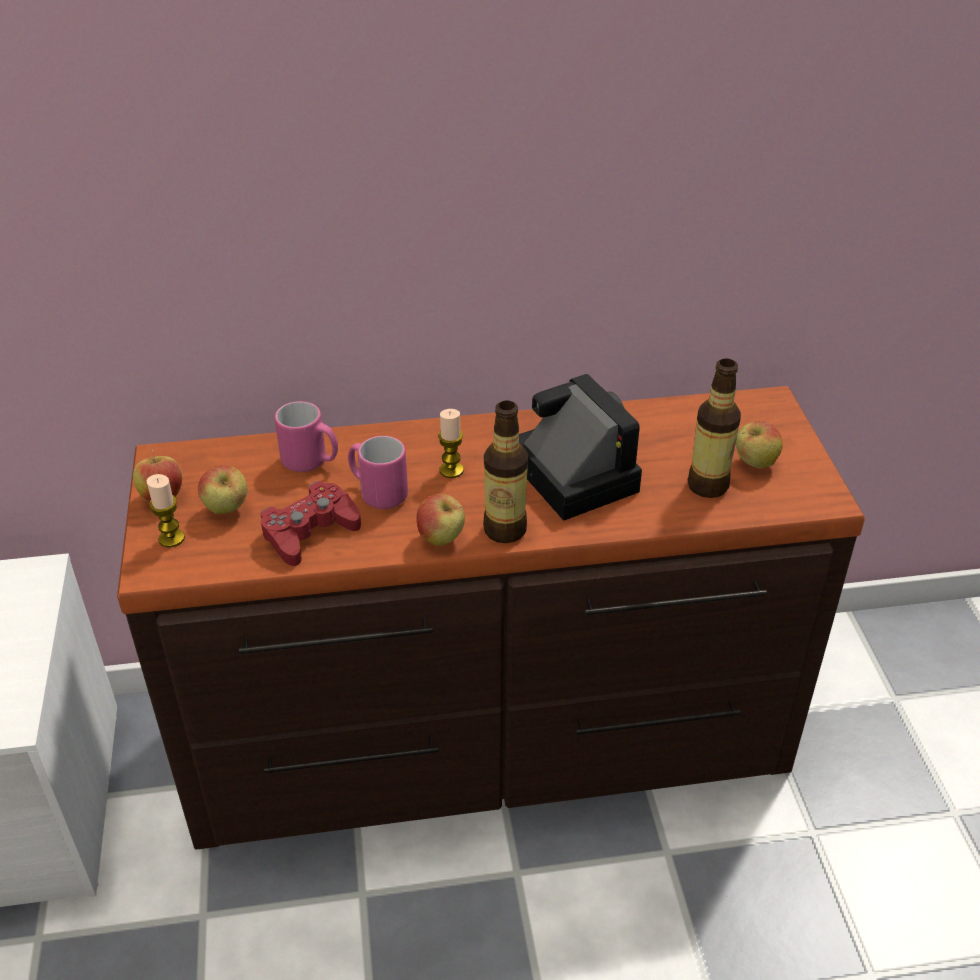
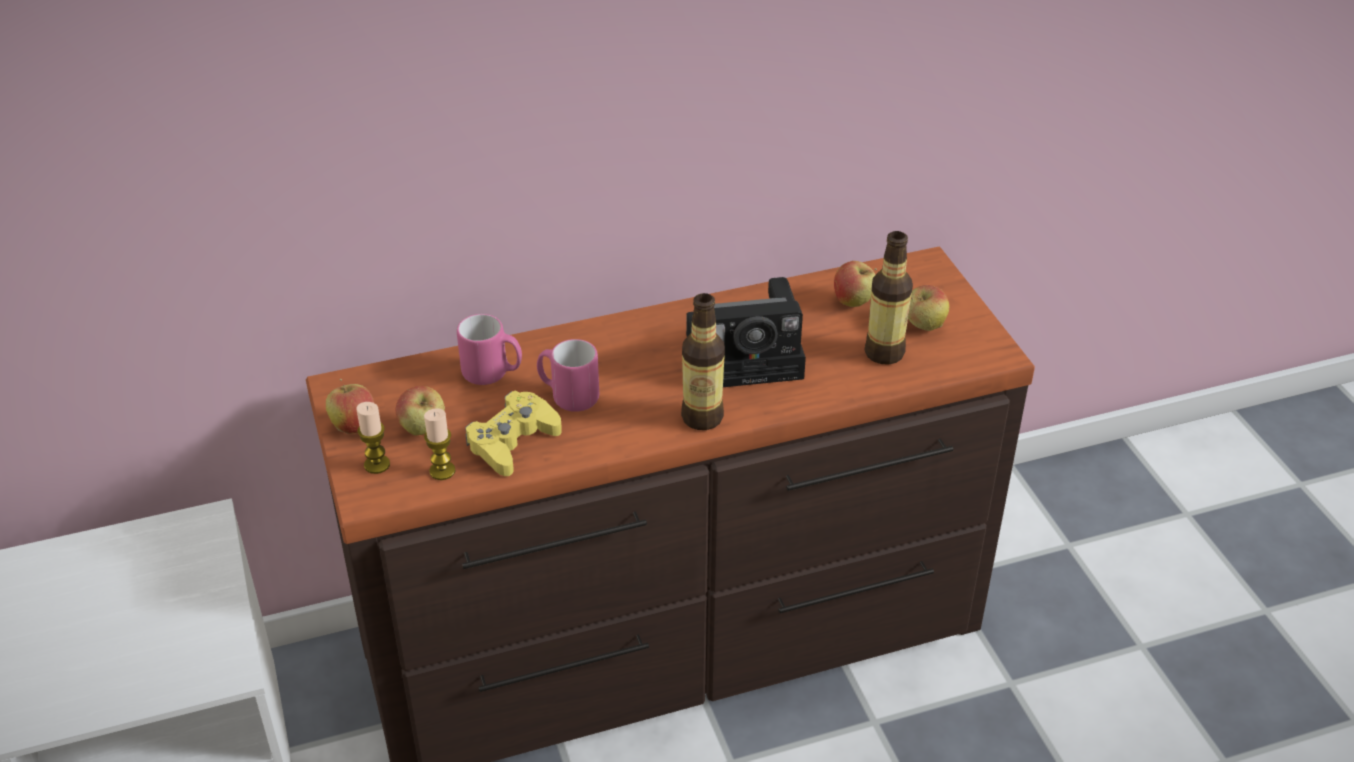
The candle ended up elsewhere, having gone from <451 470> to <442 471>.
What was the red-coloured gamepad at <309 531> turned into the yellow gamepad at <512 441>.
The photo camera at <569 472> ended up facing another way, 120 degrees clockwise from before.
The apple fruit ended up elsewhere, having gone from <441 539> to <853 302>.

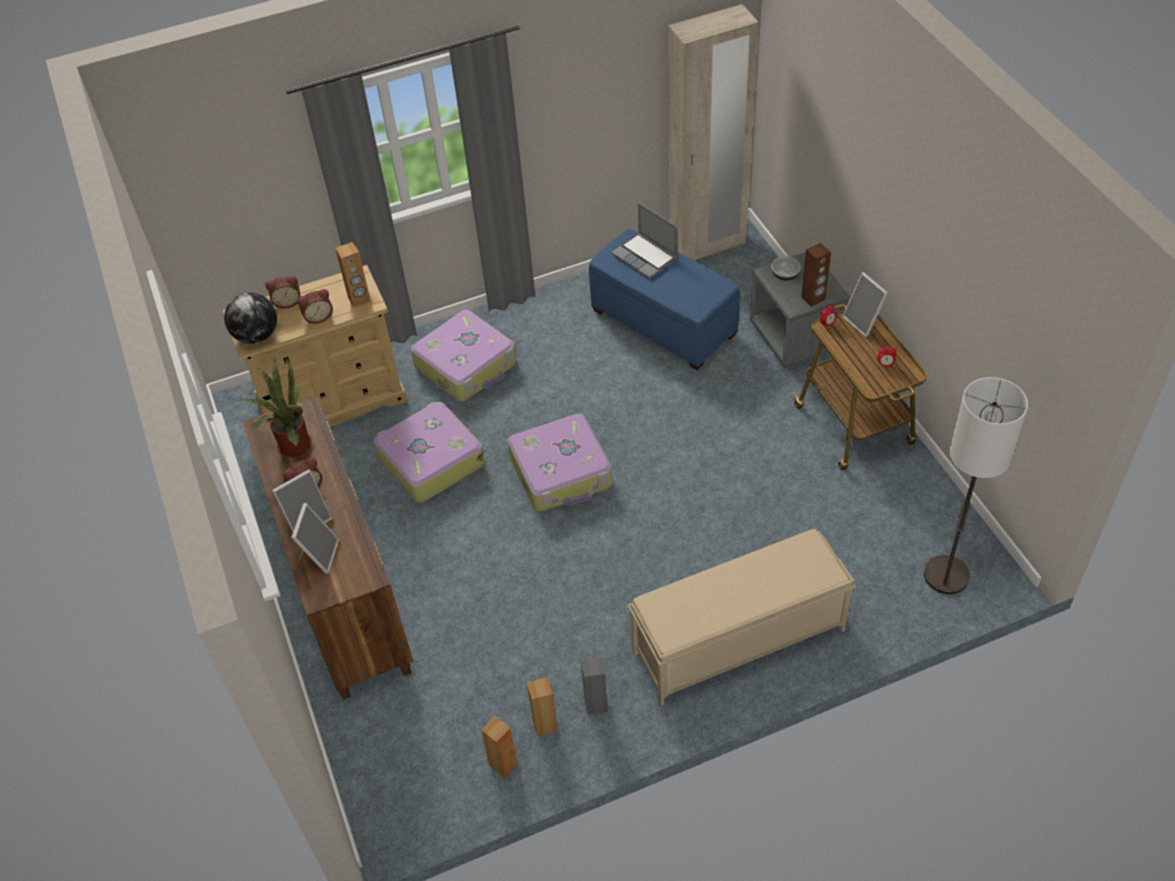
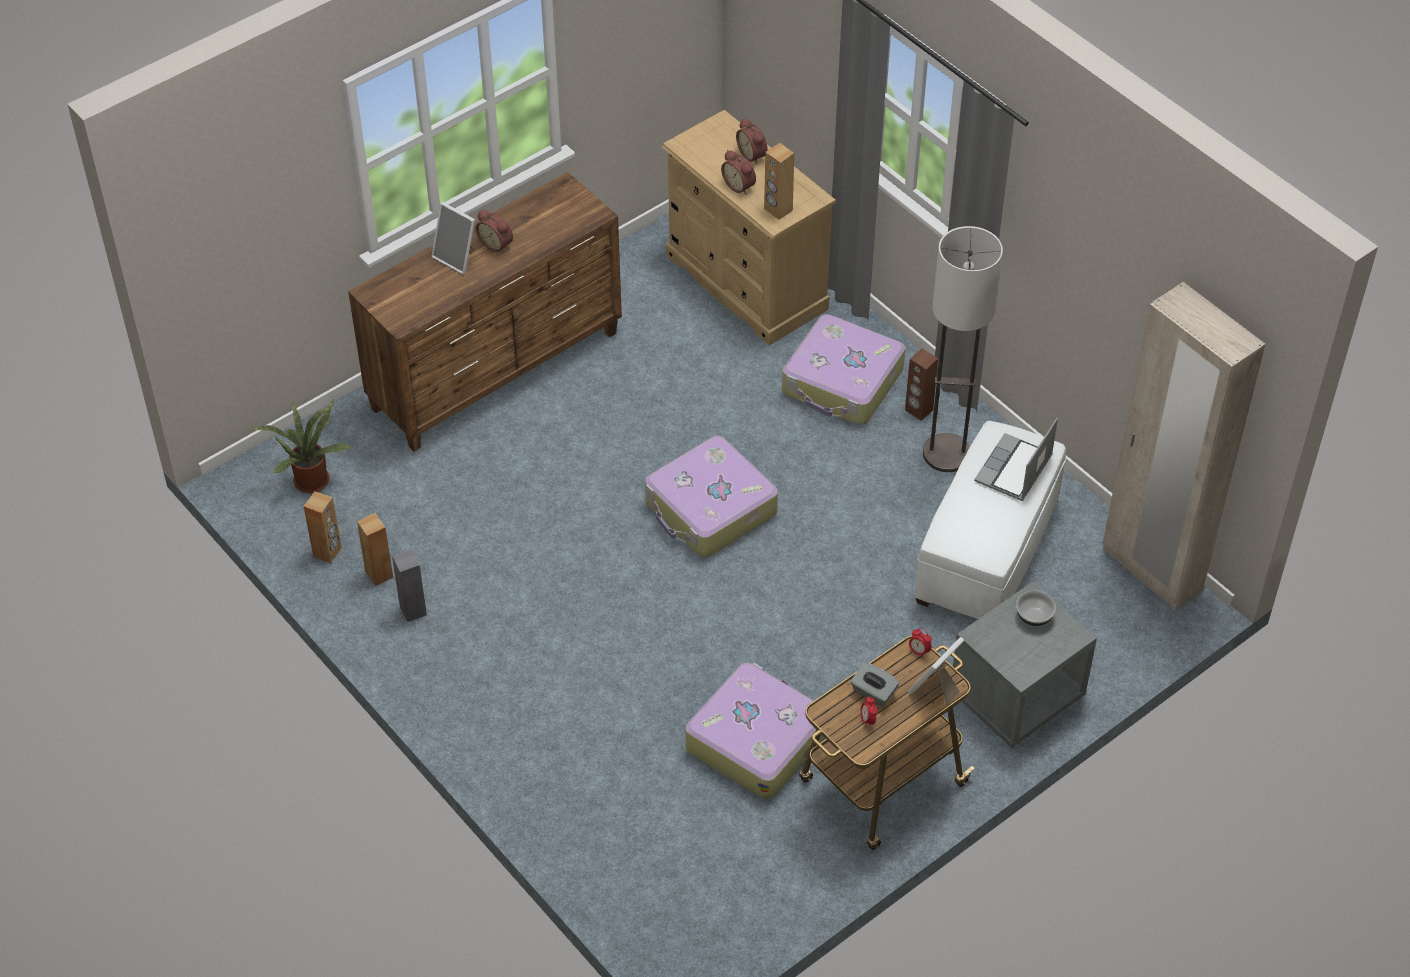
The potted plant ended up elsewhere, having gone from <291 445> to <311 478>.
The piece of luggage ended up elsewhere, having gone from <430 460> to <756 740>.
The second view gained the greyish tissue holder at <873 693>.
The brown speaker ended up elsewhere, having gone from <813 298> to <918 410>.
What was the blue-coloured footrest at <664 323> turned into the white-coloured footrest at <987 554>.
The standard lamp ended up elsewhere, having gone from <946 576> to <946 454>.
The second view lost the globe at <257 336>.
The second view lost the standing frame at <319 555>.
The second view lost the beige-coloured long seat at <737 641>.

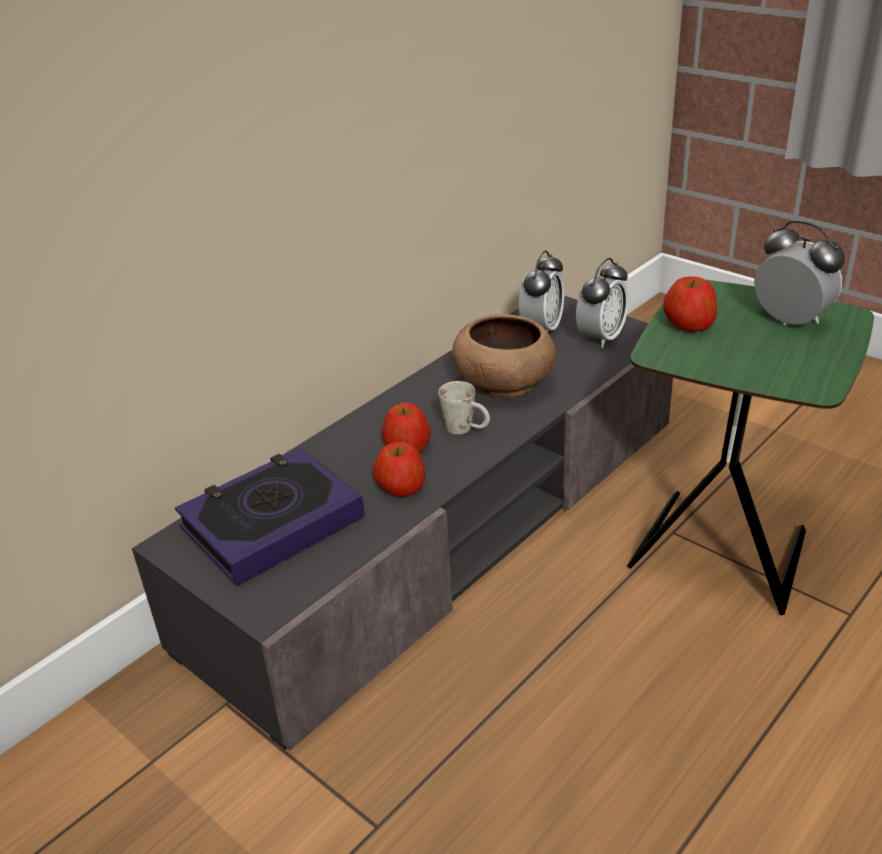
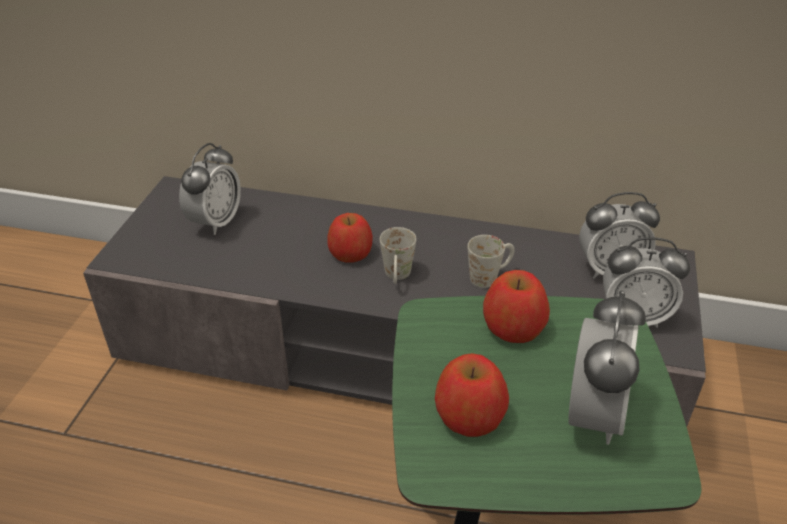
Where the bound book stood at <272 523>, the bedside clock came to stand at <215 222>.
The apple fruit ended up elsewhere, having gone from <401 486> to <469 415>.
Where the brown serving bowl stood at <504 383>, the white-coloured mug came to stand at <490 276>.

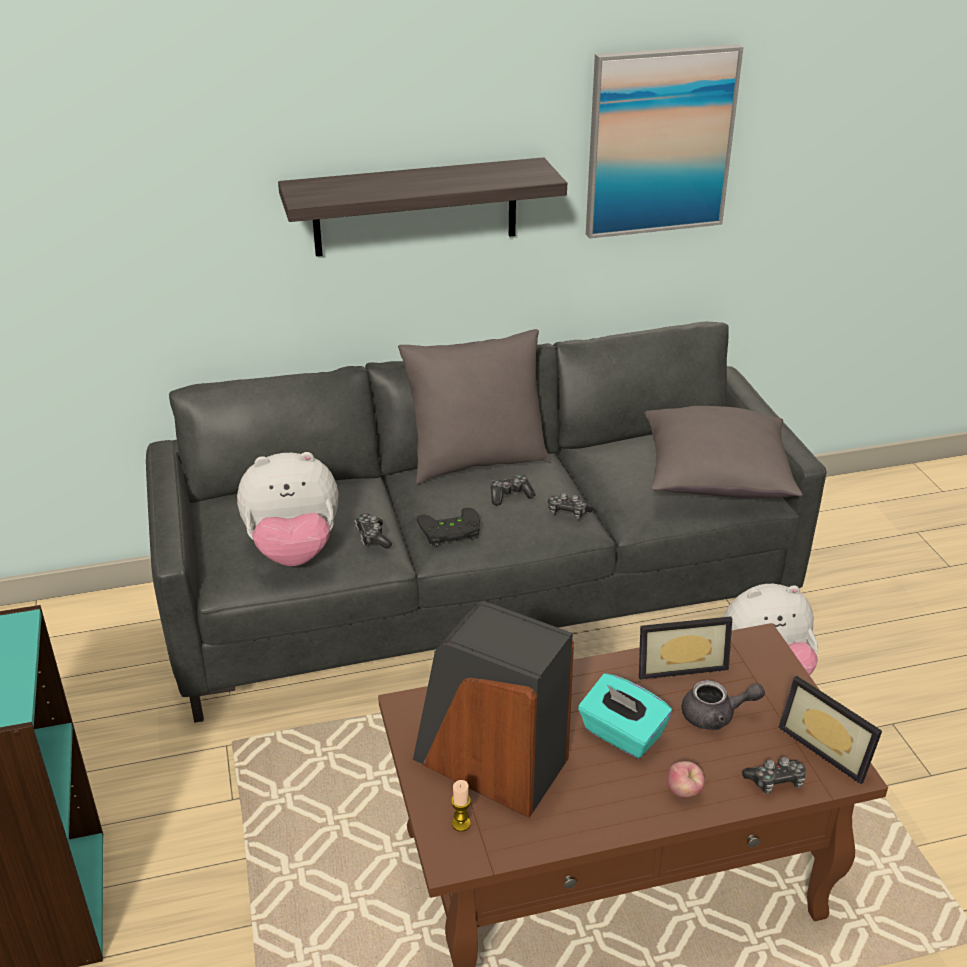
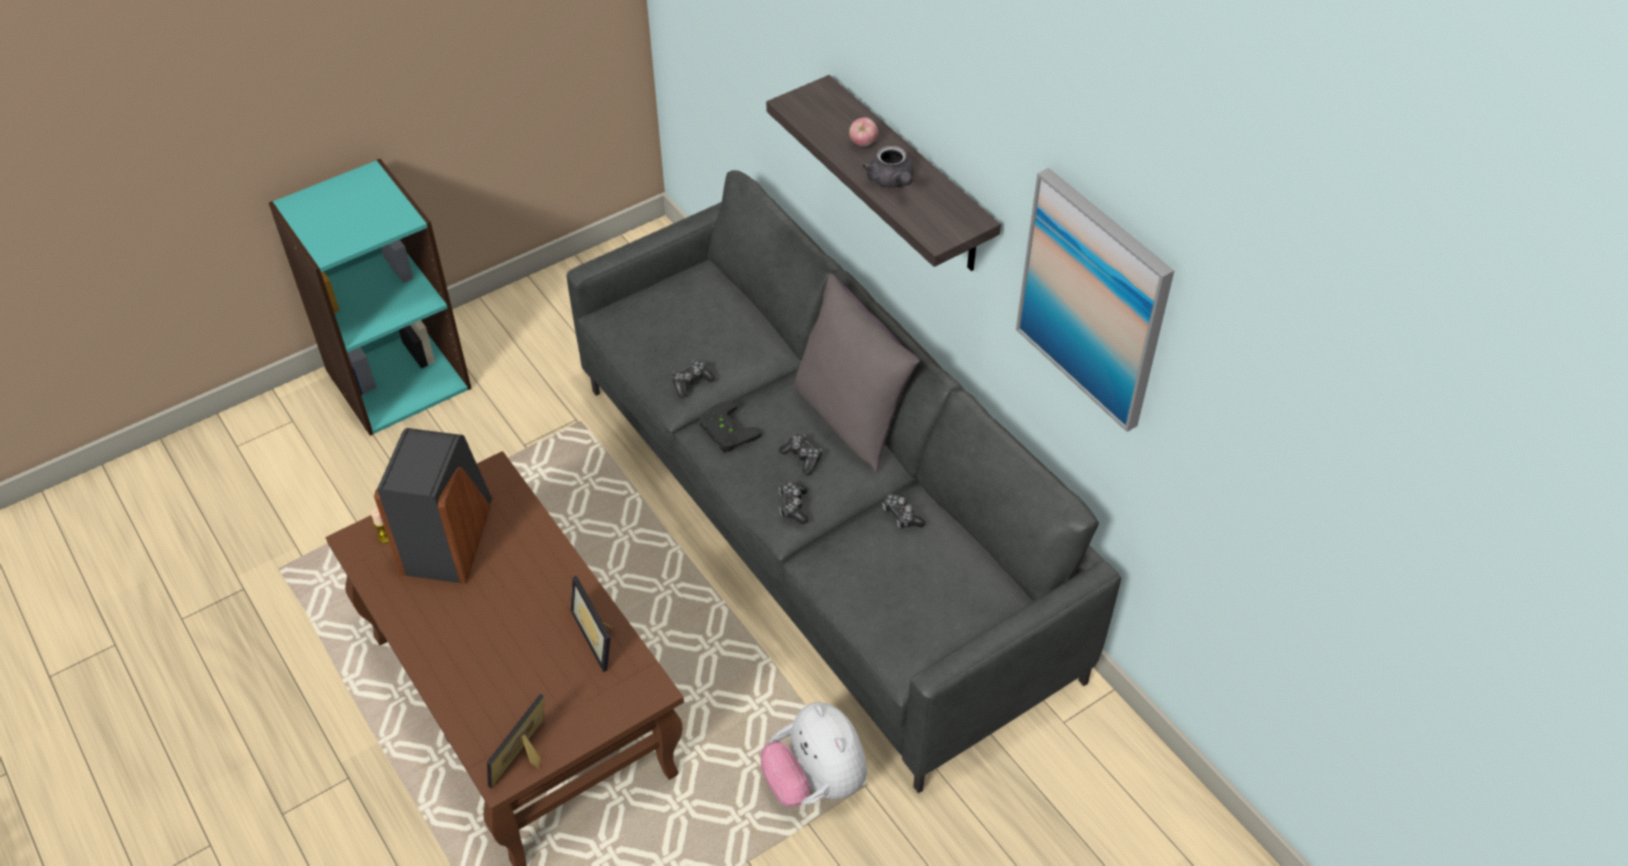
The apple fruit ended up elsewhere, having gone from <684 792> to <863 144>.
The greyish tea pot ended up elsewhere, having gone from <716 716> to <891 181>.
The gamepad ended up elsewhere, having gone from <775 781> to <901 516>.
The second view lost the soft toy at <293 551>.
The second view lost the turquoise-coloured tissue holder at <621 734>.
The second view lost the greyish pillow at <715 478>.

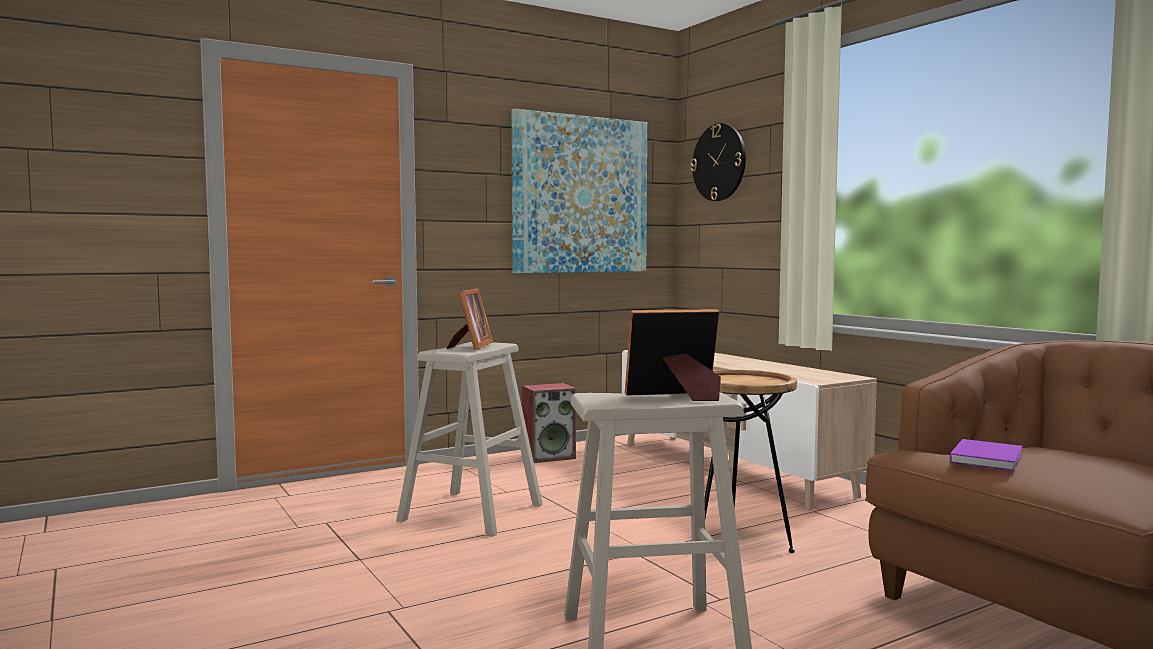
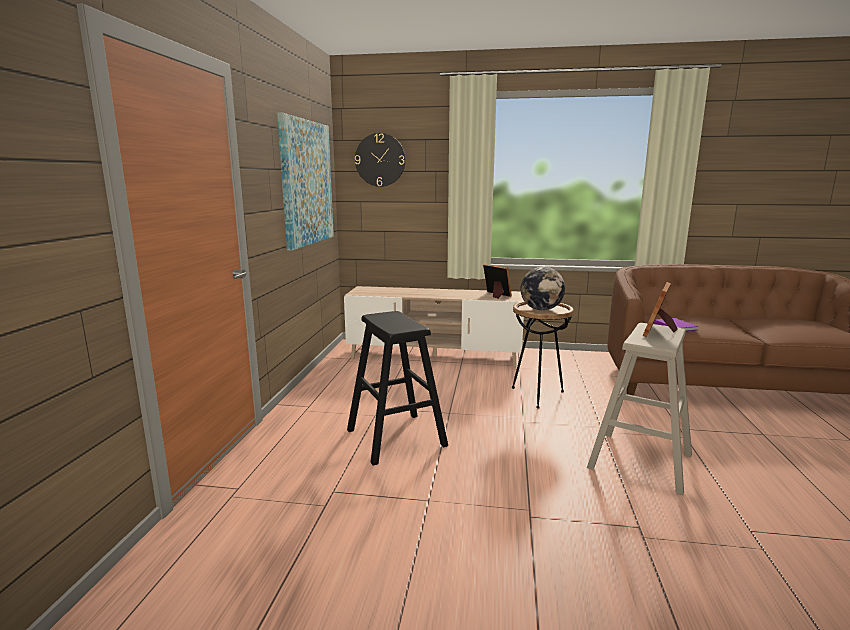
What was the beige-coloured stool at <471 512> turned into the black stool at <395 437>.
The standing frame ended up elsewhere, having gone from <471 346> to <496 295>.
The second view gained the globe at <541 309>.
The second view lost the speaker at <549 456>.

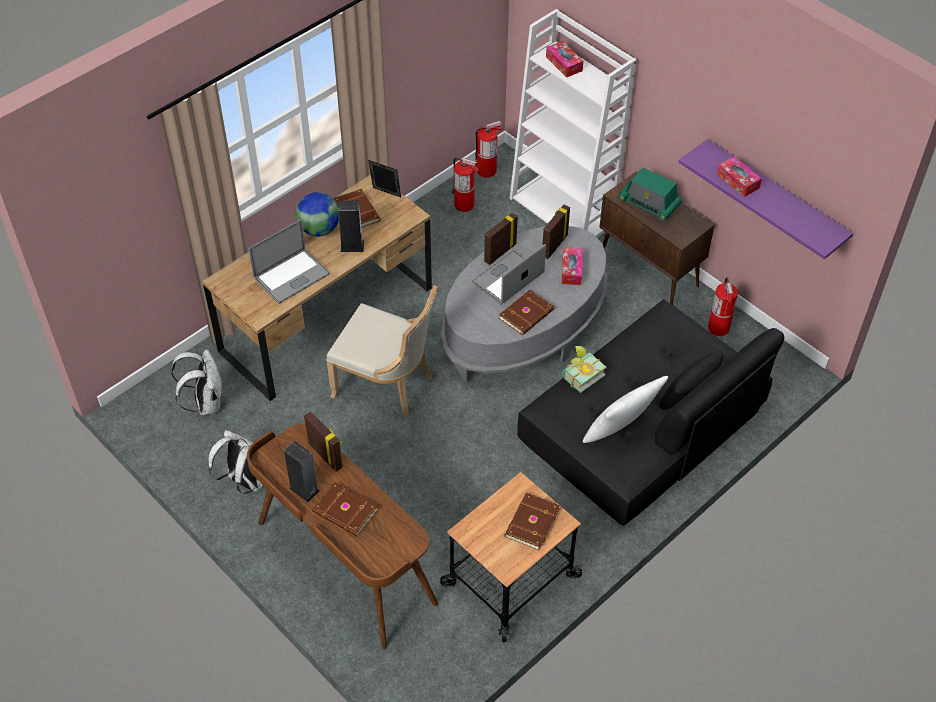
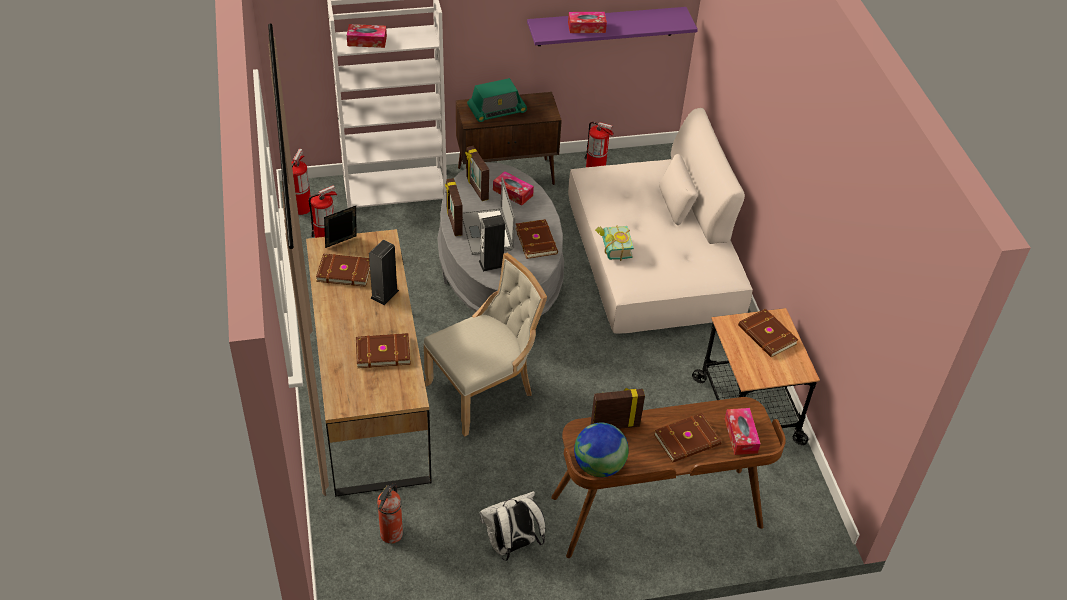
Where the notebook computer stood at <291 276>, the brown bound book came to stand at <382 351>.
Where the white-coloured backpack stood at <206 403>, the fire extinguisher came to stand at <391 535>.
The speaker ended up elsewhere, having gone from <304 489> to <491 264>.
What was the black settee at <642 424> turned into the beige-coloured settee at <653 258>.
The globe ended up elsewhere, having gone from <319 229> to <599 465>.
The second view gained the tissue holder at <741 435>.
The second view lost the white-coloured pillow at <620 430>.

